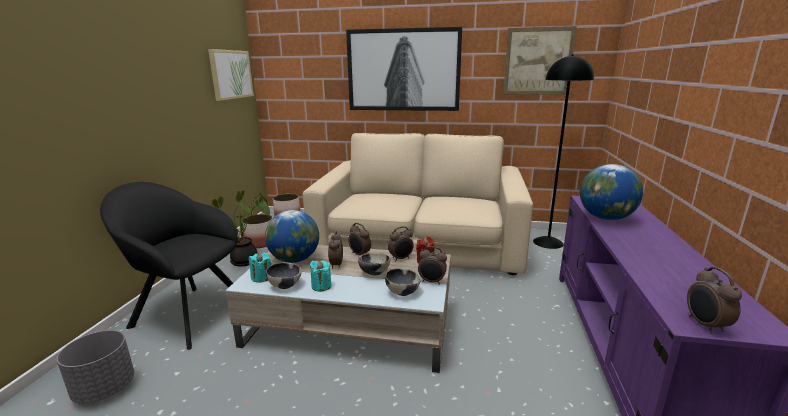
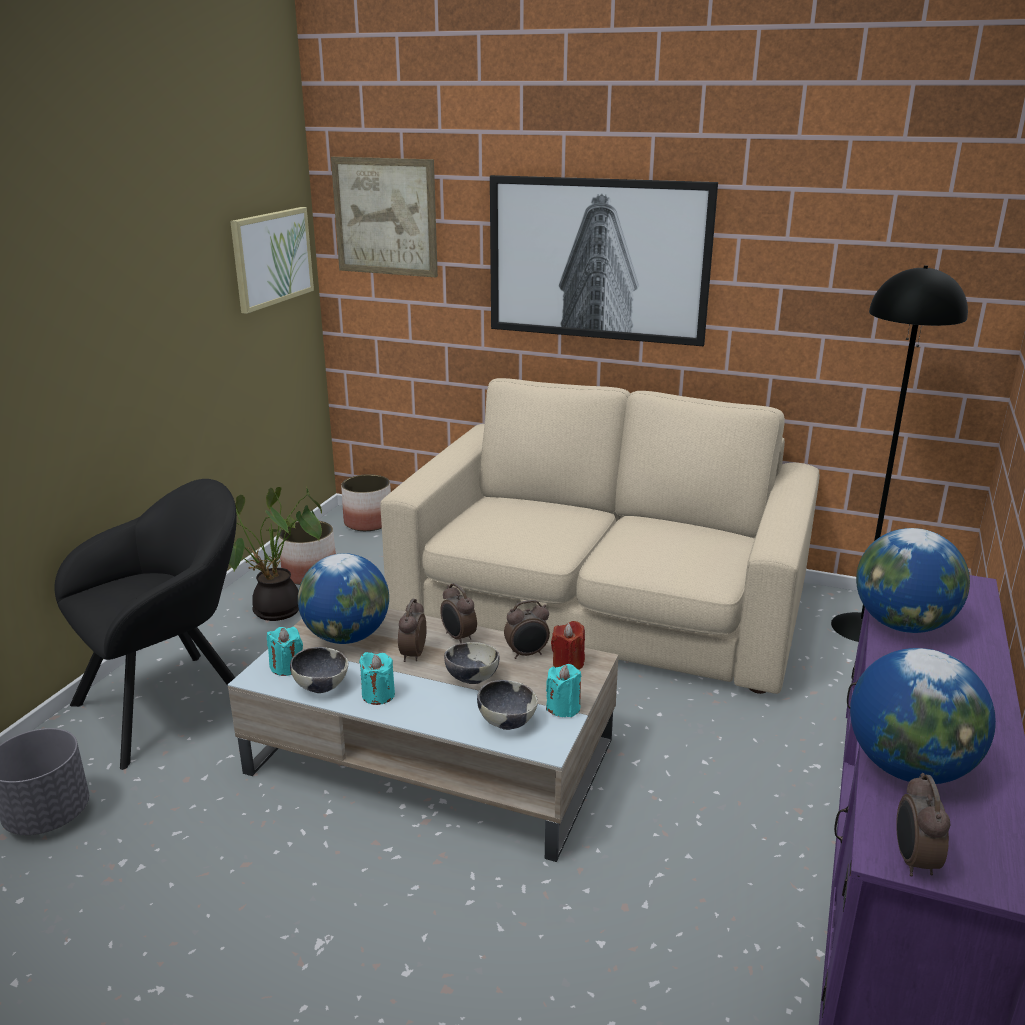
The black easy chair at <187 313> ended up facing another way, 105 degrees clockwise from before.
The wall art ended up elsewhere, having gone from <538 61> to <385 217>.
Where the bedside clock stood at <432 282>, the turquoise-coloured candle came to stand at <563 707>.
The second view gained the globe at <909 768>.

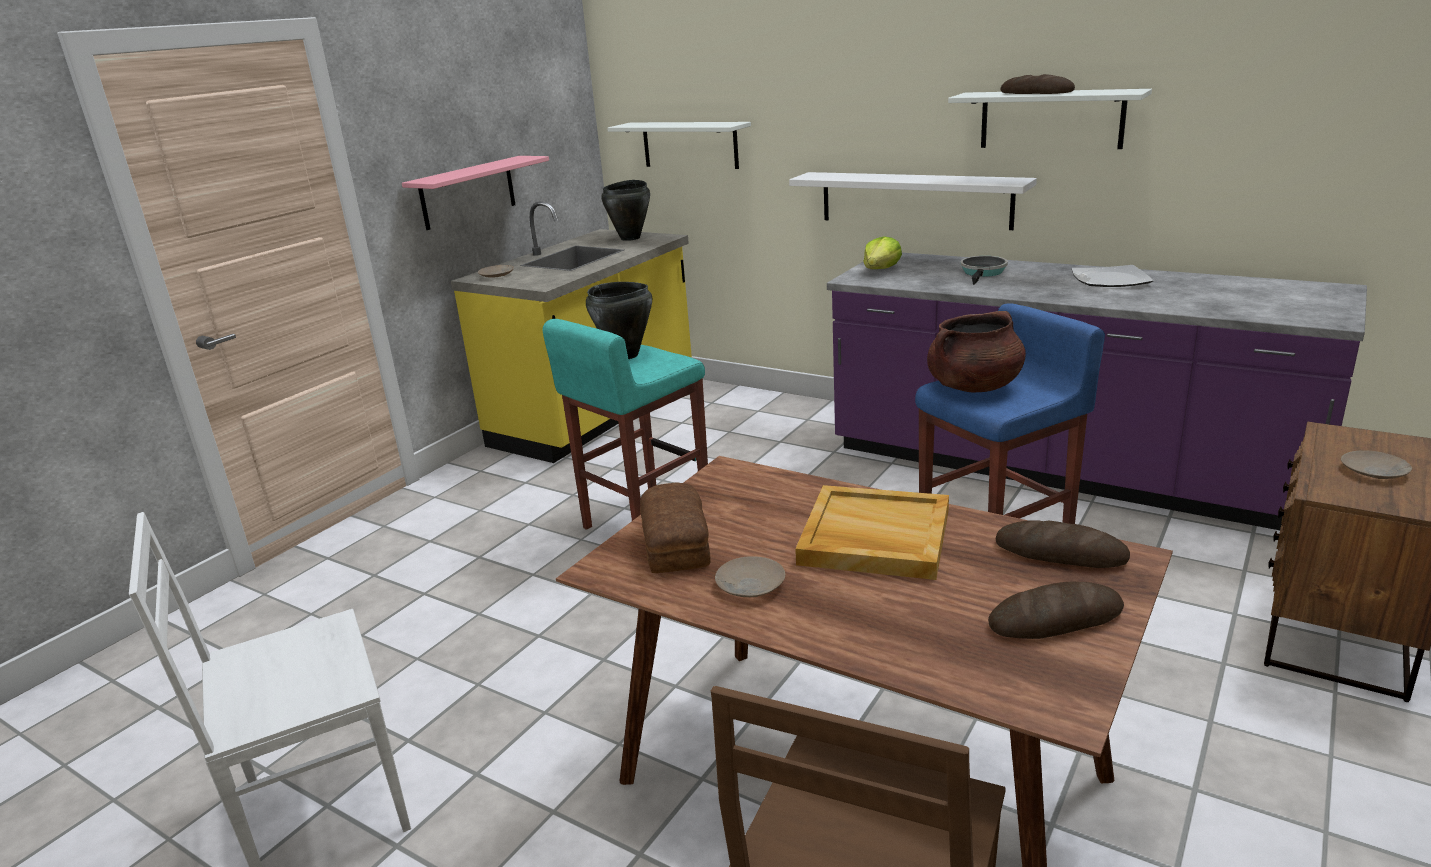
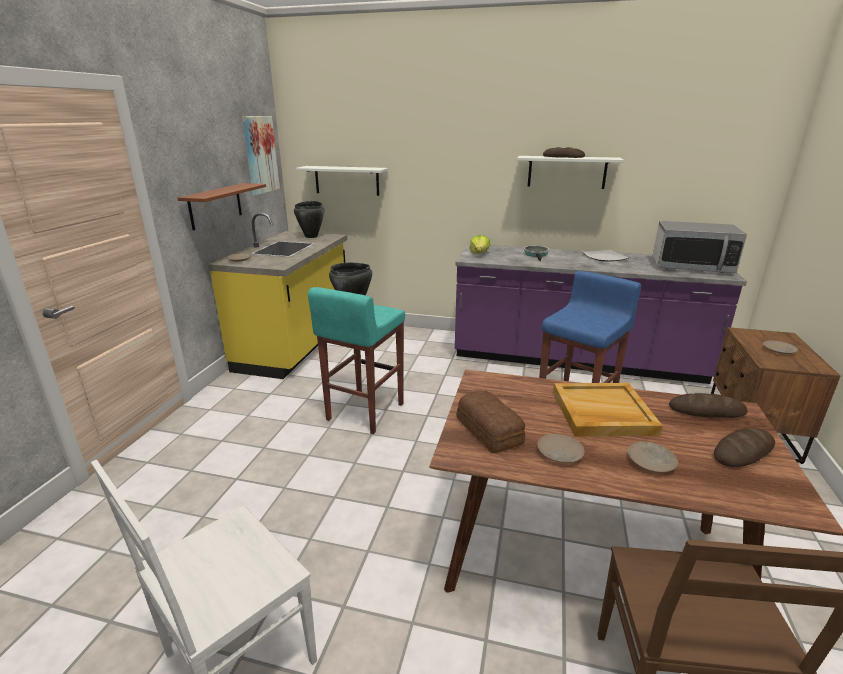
What was the pink-coloured wall shelf at <468 192> turned into the brown wall shelf at <215 206>.
The second view gained the wall art at <260 155>.
The second view gained the beige-coloured plate at <651 461>.
The second view gained the microwave oven at <691 267>.
The second view lost the white-coloured wall shelf at <914 200>.
The second view lost the brown cooking pot at <974 387>.

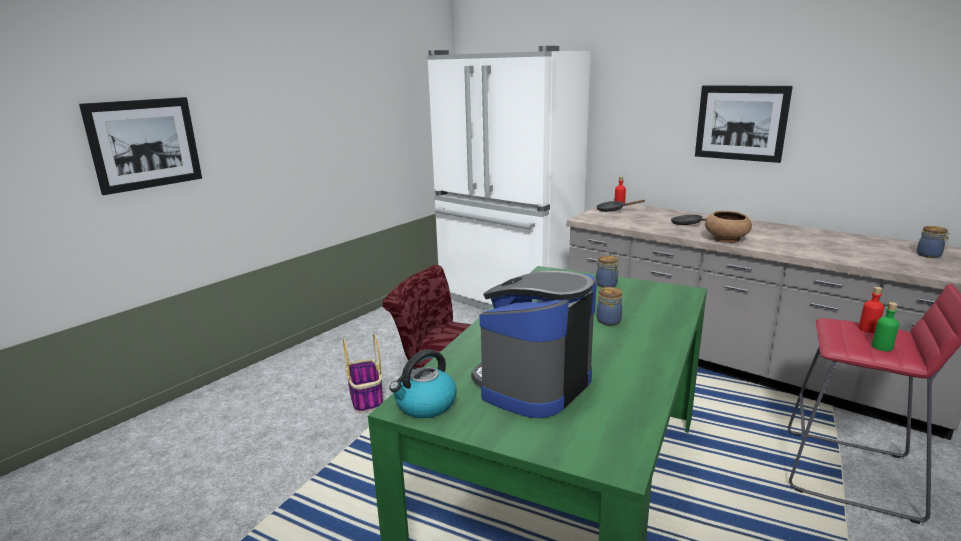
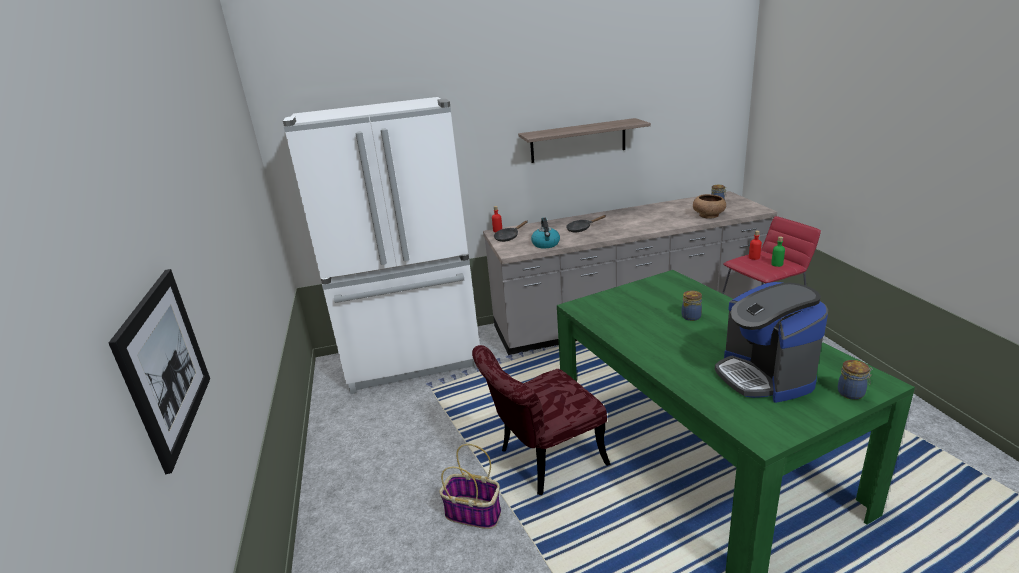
Where the wall art hung at <741 123>, the wall shelf came to hang at <578 141>.
The tea kettle ended up elsewhere, having gone from <425 405> to <546 244>.
The brown serving bowl ended up elsewhere, having gone from <726 239> to <708 215>.
The preserve jar ended up elsewhere, having gone from <607 285> to <852 393>.

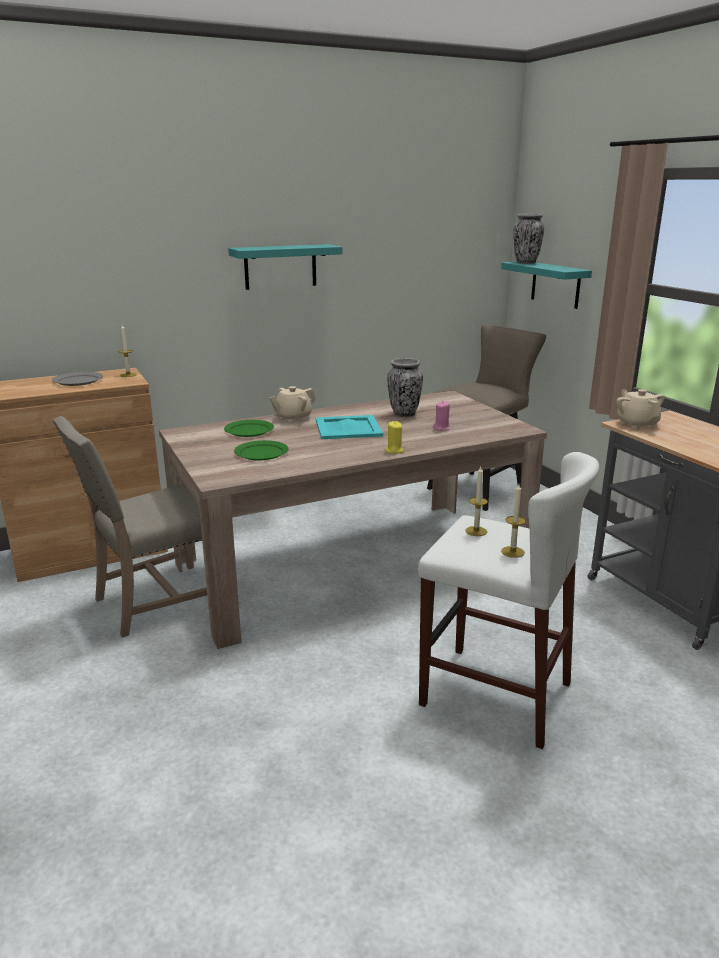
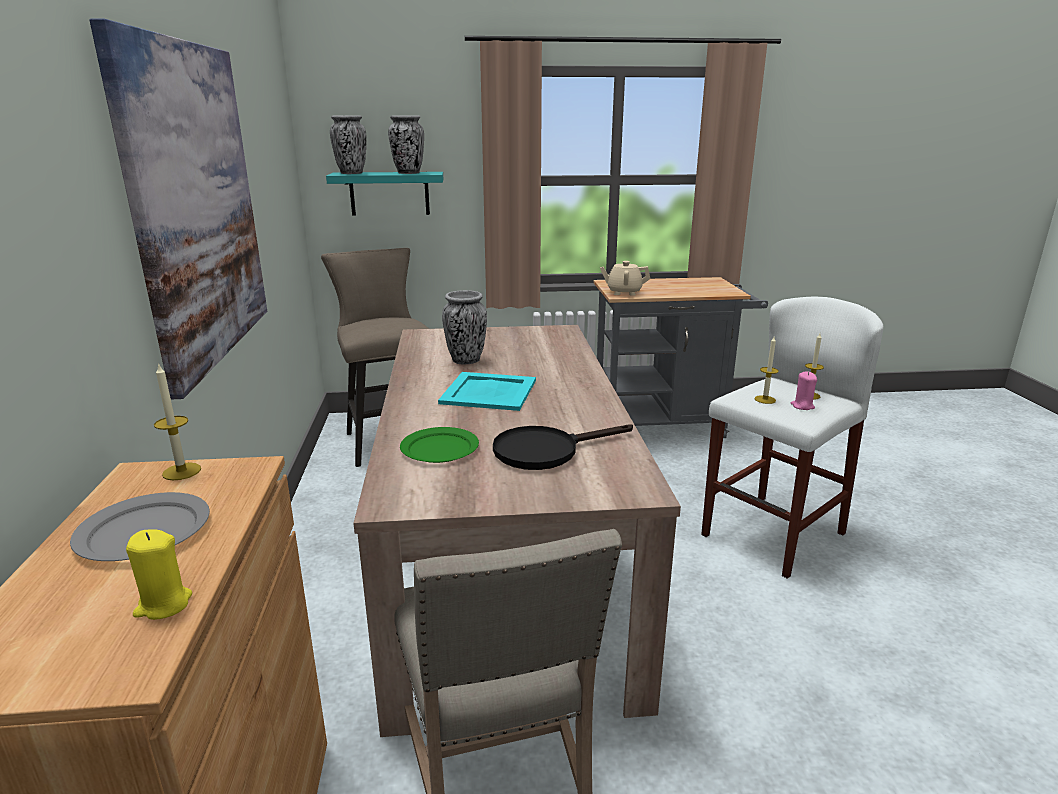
Where the turquoise-coloured wall shelf hung at <280 266>, the wall art came to hang at <197 205>.
The yellow candle ended up elsewhere, having gone from <394 451> to <163 605>.
The second view gained the decorative vase at <408 173>.
Where the green-coloured plate stood at <261 453>, the black skillet came to stand at <546 450>.
The pink-coloured candle ended up elsewhere, having gone from <441 428> to <802 406>.
The second view lost the beige-coloured tea pot at <293 418>.

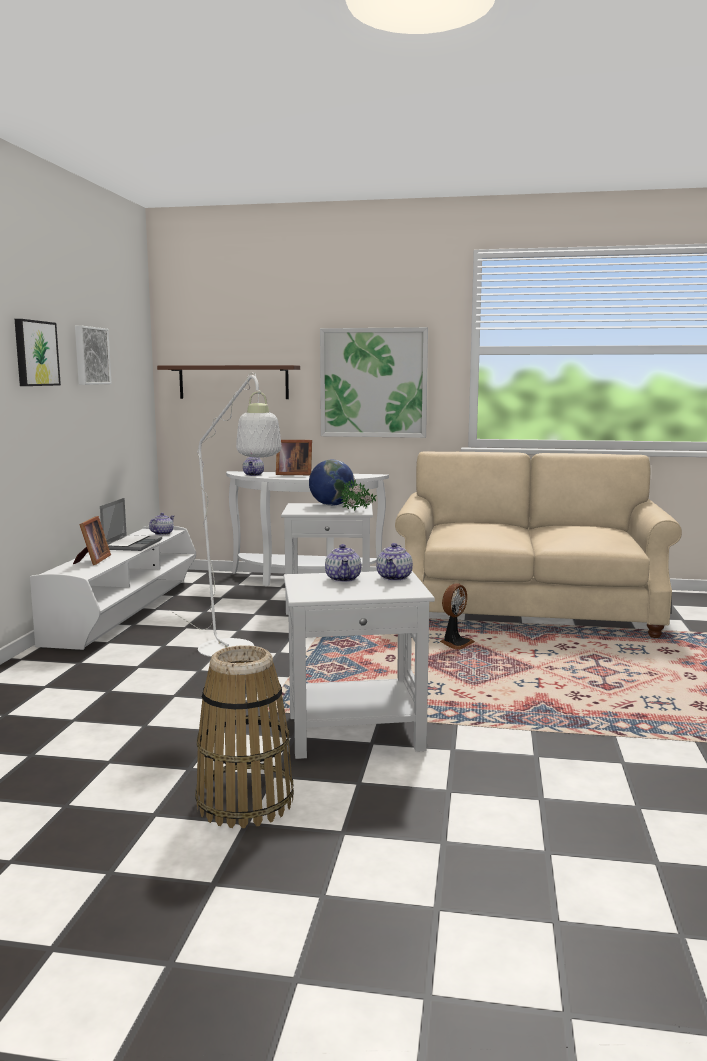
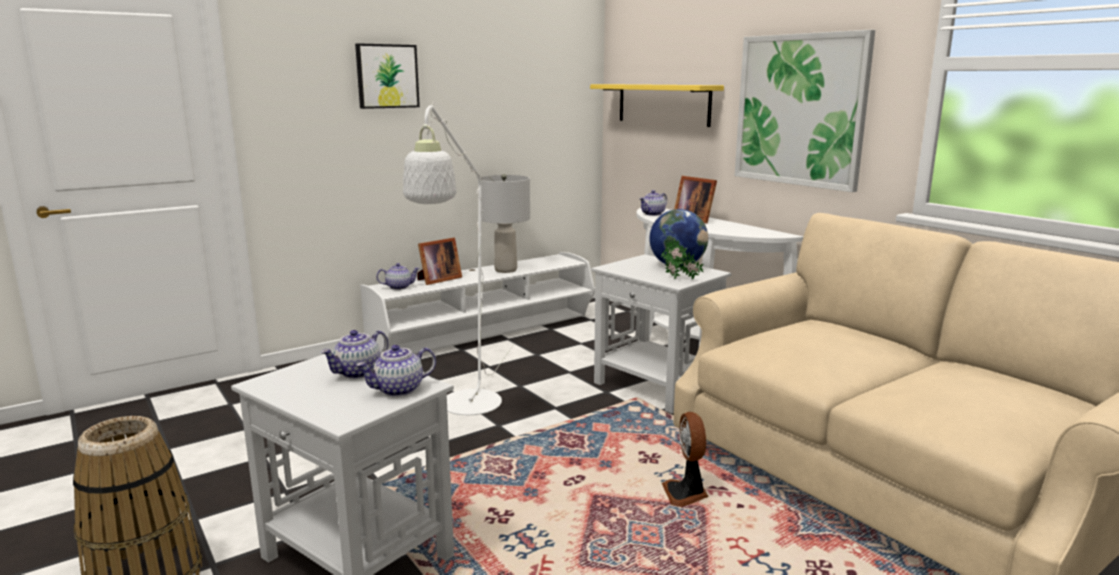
The tea pot ended up elsewhere, having gone from <162 533> to <399 287>.
Where the notebook computer stood at <132 544>, the greyish lamp for a table came to stand at <506 270>.
What was the brown wall shelf at <233 382> turned into the yellow wall shelf at <663 104>.
The cooling fan at <455 643> ended up facing another way, 90 degrees clockwise from before.
The second view lost the wall art at <90 356>.

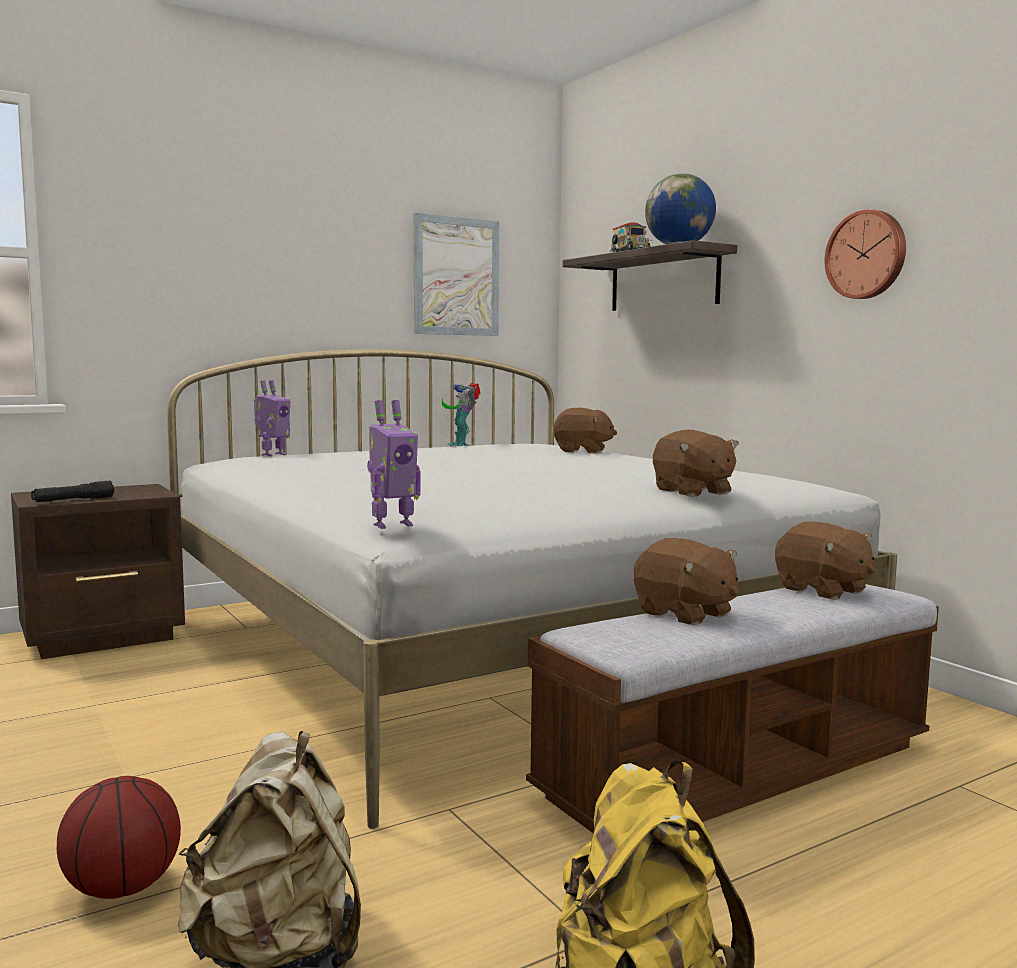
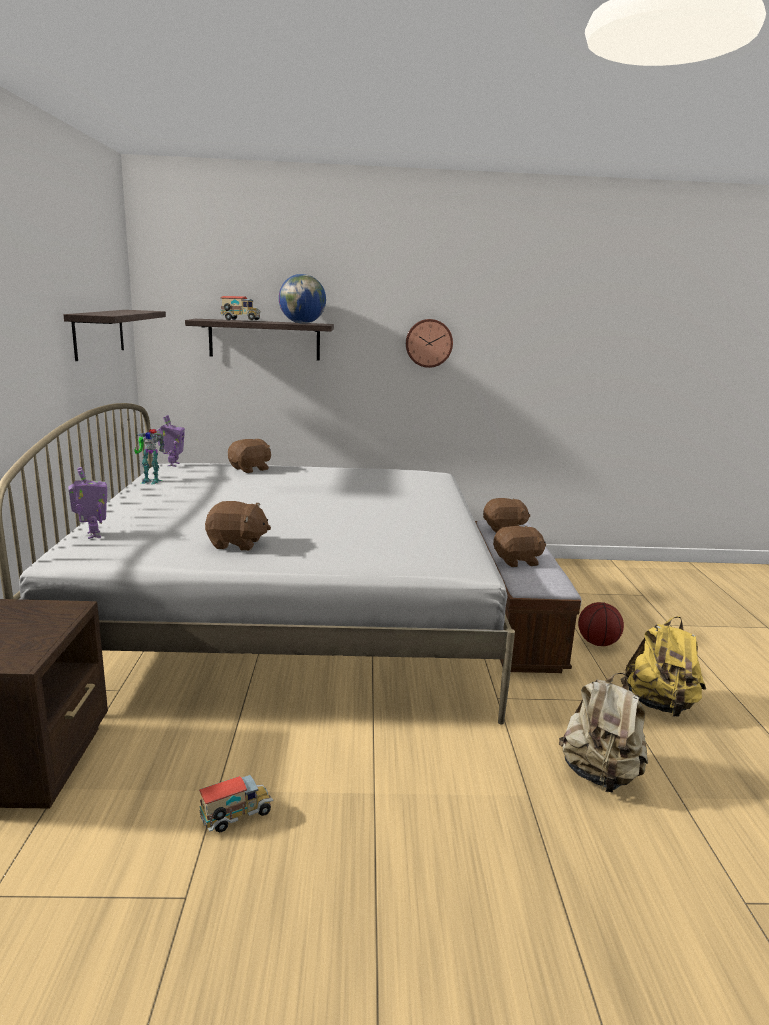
Where the wall art hung at <456 276>, the wall shelf came to hang at <99 333>.
The toy robot ended up elsewhere, having gone from <392 525> to <172 464>.
The second view gained the toy truck at <236 817>.
The brown soft toy ended up elsewhere, having gone from <692 492> to <237 544>.
The basketball ended up elsewhere, having gone from <123 888> to <598 643>.
The second view lost the black flashlight at <73 500>.

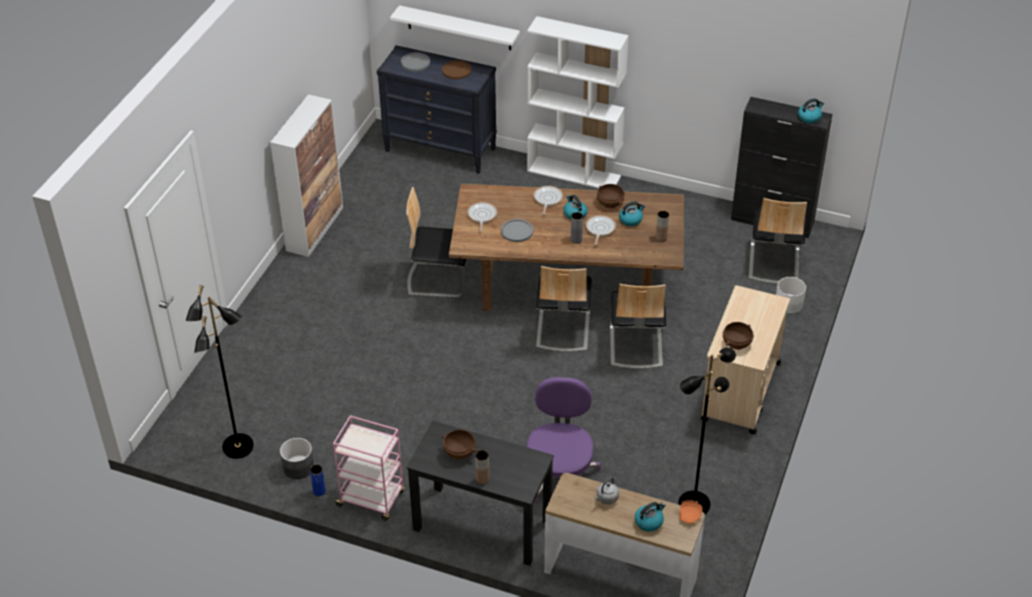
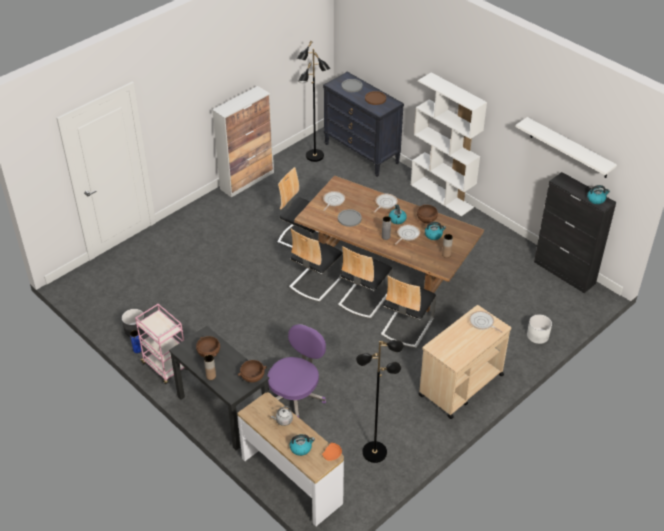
The brown serving bowl ended up elsewhere, having gone from <736 343> to <252 377>.
The chair ended up elsewhere, having gone from <773 263> to <315 282>.
The black standard lamp ended up elsewhere, having gone from <238 447> to <314 156>.
The second view gained the skillet at <482 323>.
The white-coloured wall shelf ended up elsewhere, having gone from <459 28> to <569 148>.

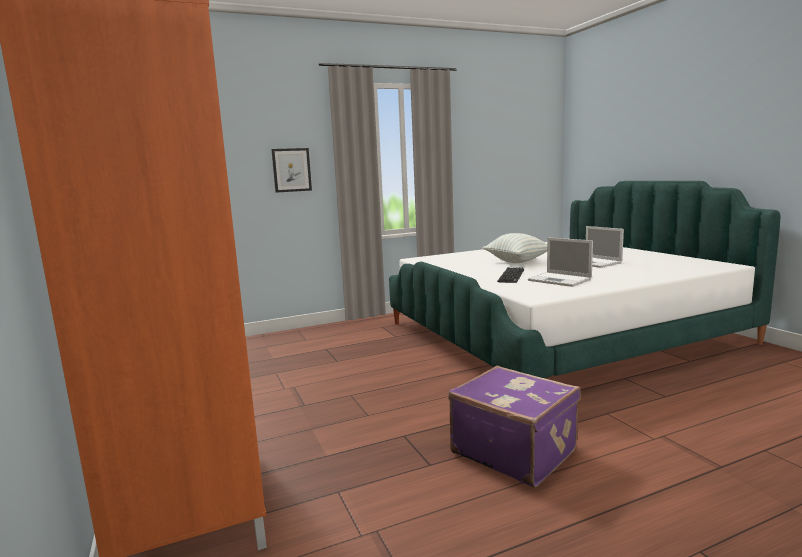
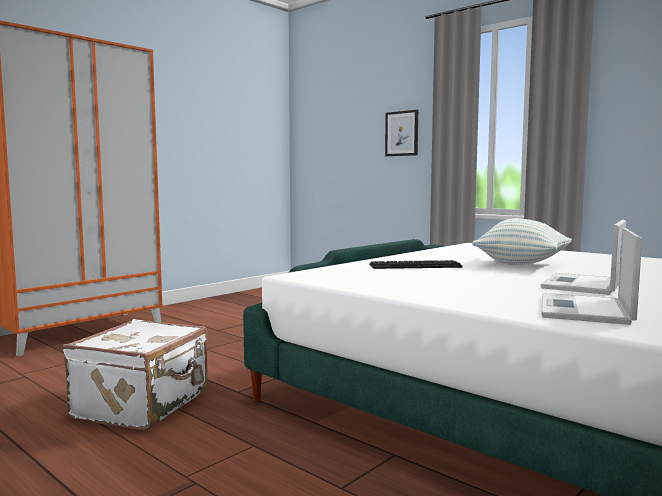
What was the purplish piece of luggage at <514 451> turned into the white-coloured piece of luggage at <144 405>.
The notebook computer ended up elsewhere, having gone from <560 280> to <585 310>.

